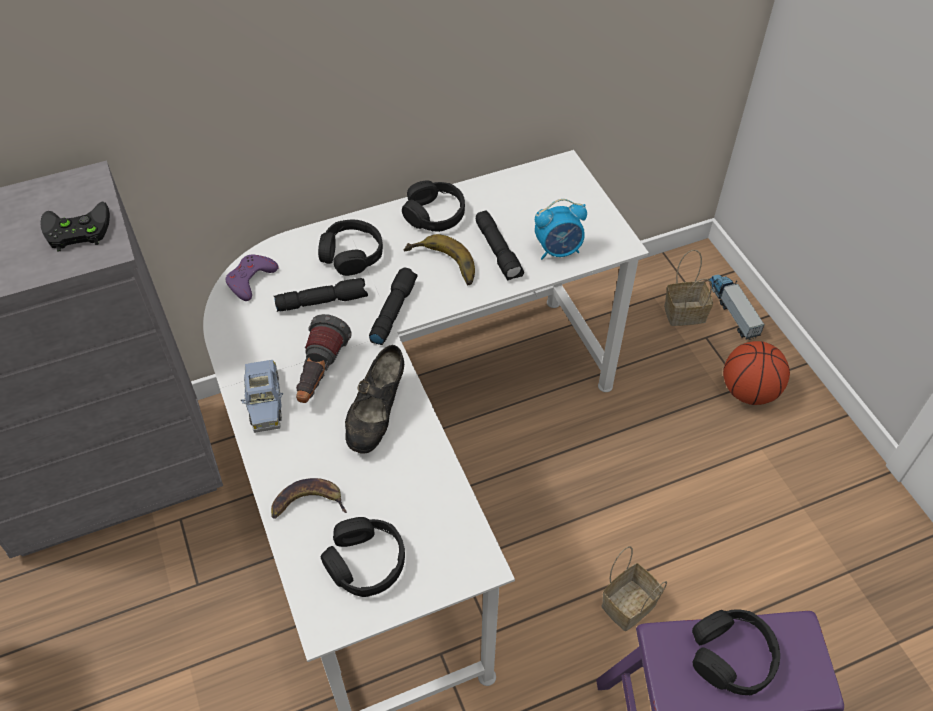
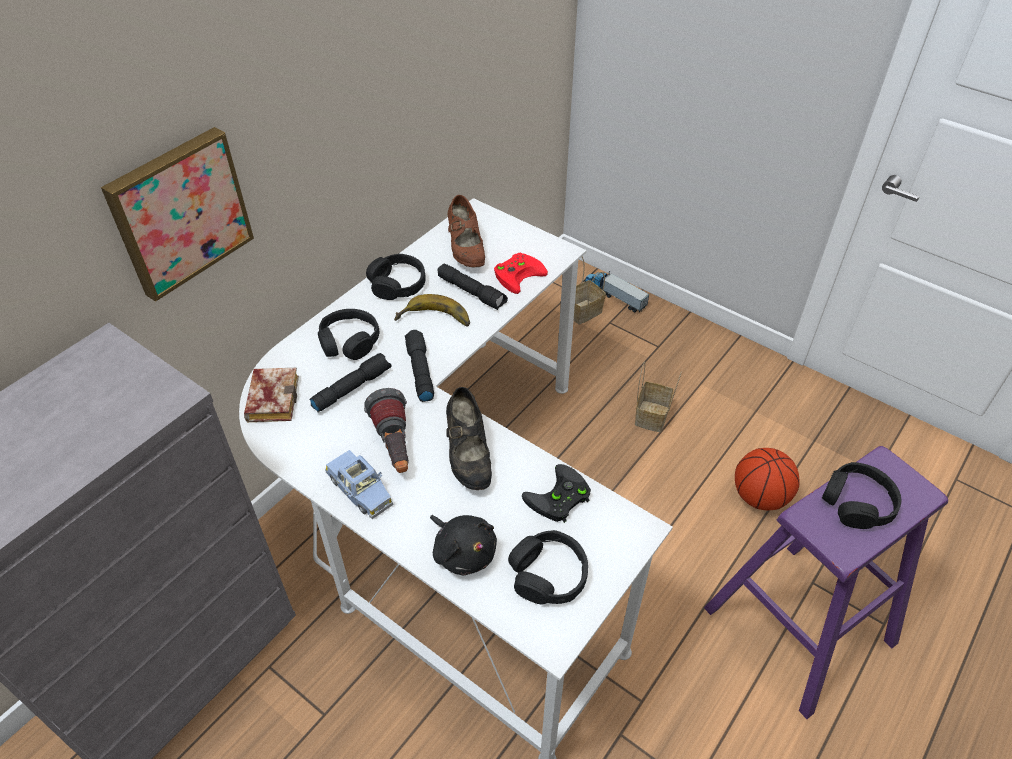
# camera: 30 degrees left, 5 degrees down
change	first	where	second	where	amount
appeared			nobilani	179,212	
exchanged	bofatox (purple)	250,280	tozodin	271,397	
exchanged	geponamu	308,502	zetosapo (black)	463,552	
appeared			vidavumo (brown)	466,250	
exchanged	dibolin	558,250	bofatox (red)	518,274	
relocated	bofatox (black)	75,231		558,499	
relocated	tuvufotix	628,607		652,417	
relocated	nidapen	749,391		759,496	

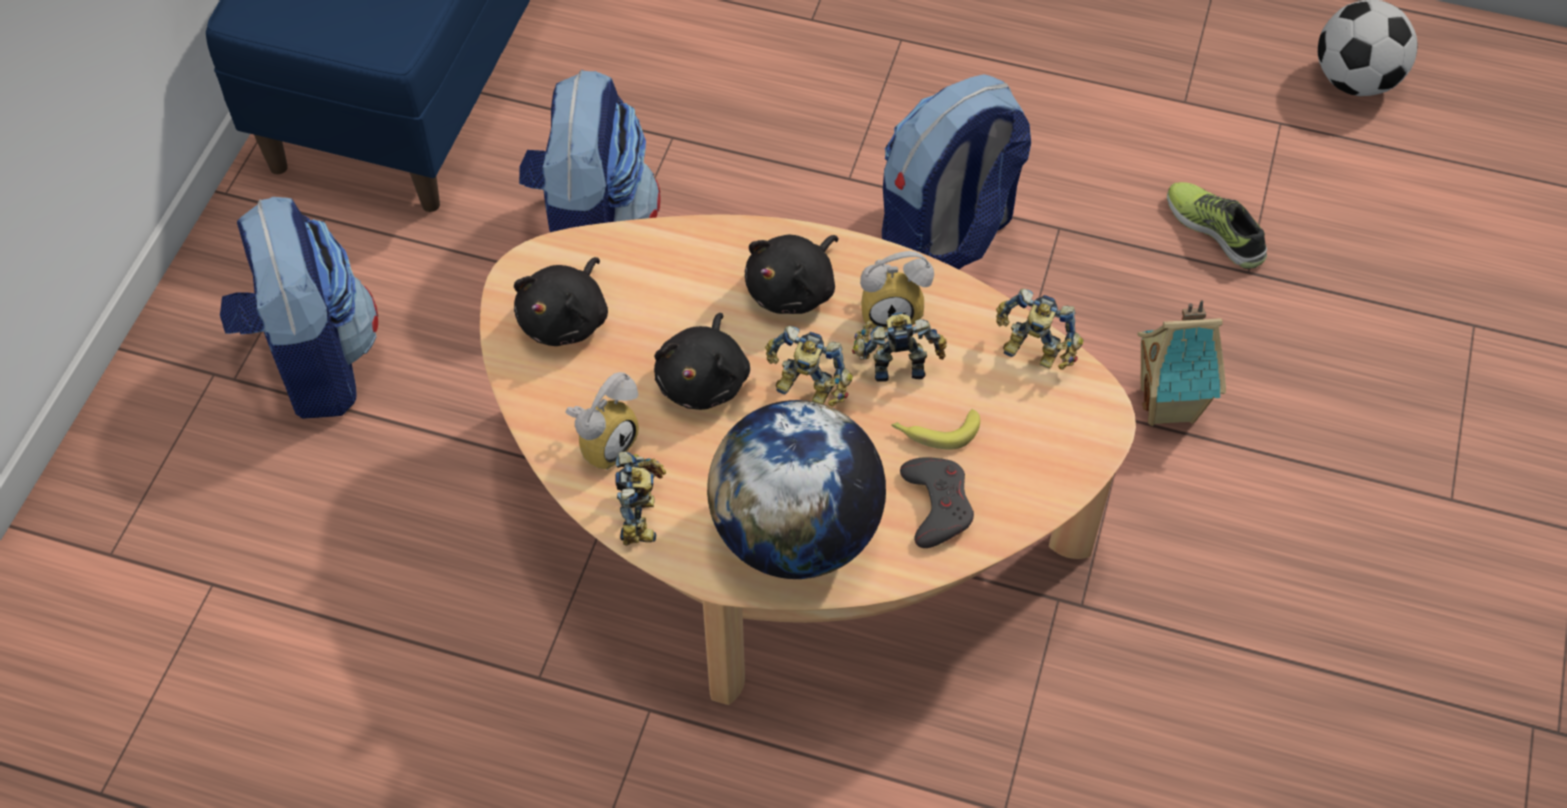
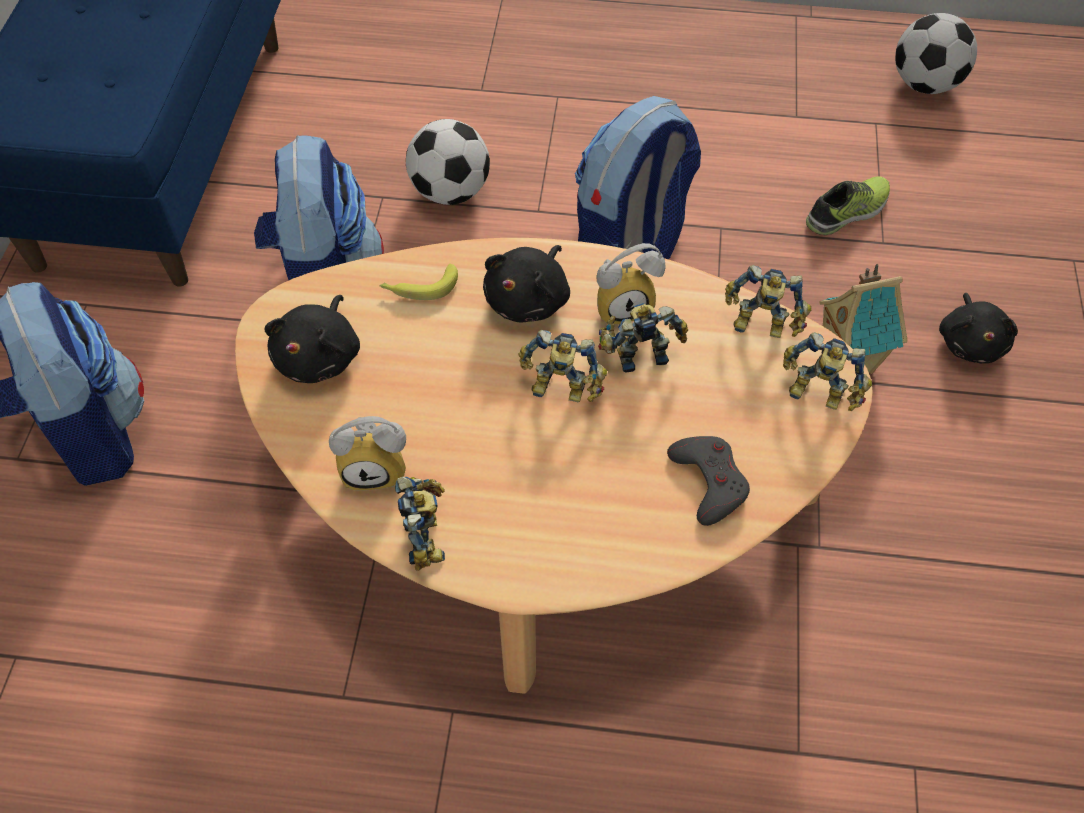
# camera: 10 degrees left, 0 degrees up
change	first	where	second	where	amount
spun	dibolin	604,441		376,467	60 degrees clockwise
relocated	geponamu	935,431		419,287	
appeared			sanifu	450,192	
appeared			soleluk	817,396	
spun	vidavumo	1216,229		848,212	105 degrees clockwise
relocated	zetosapo (black)	704,380		970,342	
missing	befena	796,534			

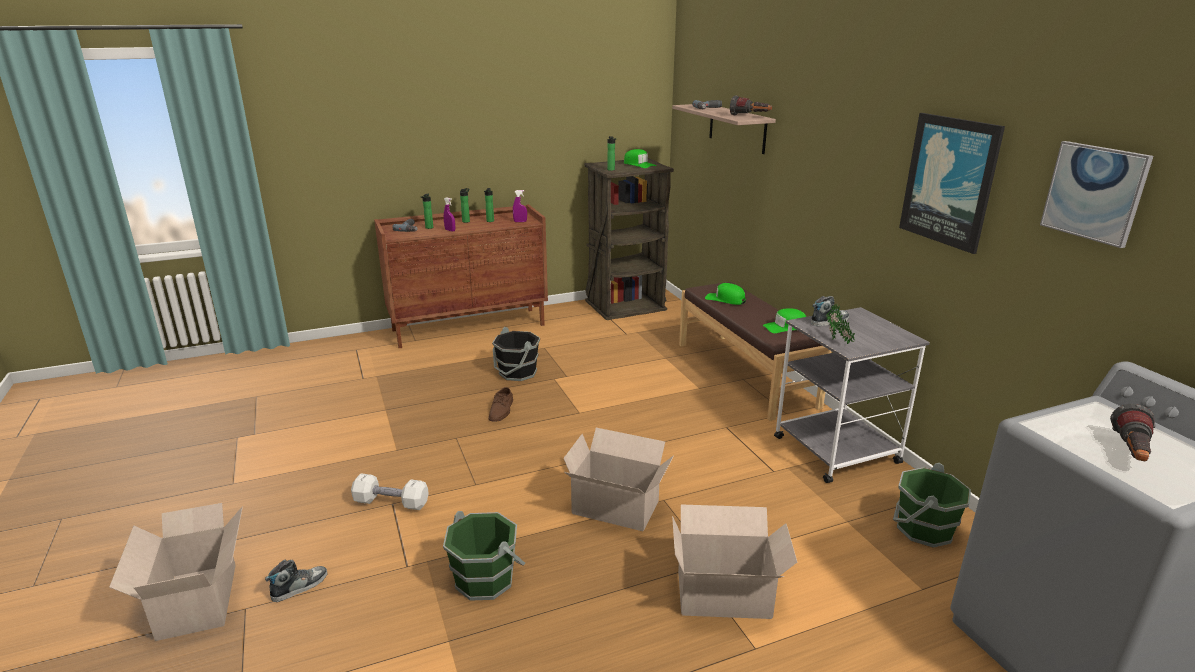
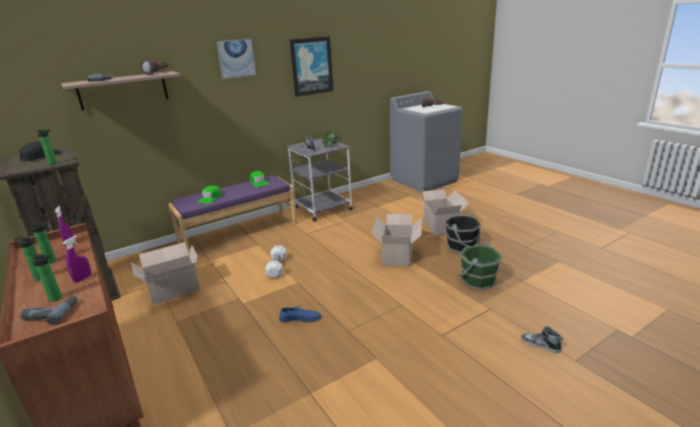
# camera: 100 degrees left, 0 degrees up
change	first	where	second	where	amount
colour	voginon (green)	639,164	voginon (black)	42,156	
relocated	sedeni	199,598		172,290	
colour	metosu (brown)	745,374	metosu (purple)	239,232	
relocated	nobilani	1094,192		236,58	
relocated	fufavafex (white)	391,502		277,268	
colour	vidavumo (brown)	501,410	vidavumo (blue)	300,318	
relocated	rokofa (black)	517,373		462,246	
missing	rokofa (green)	923,529			

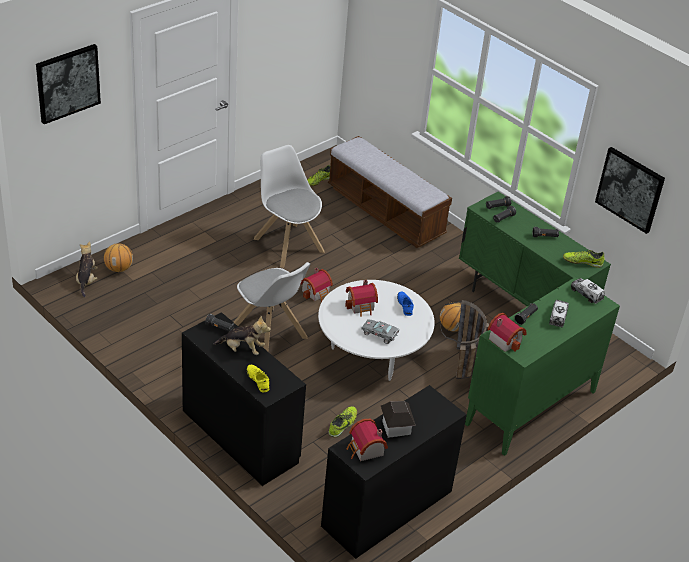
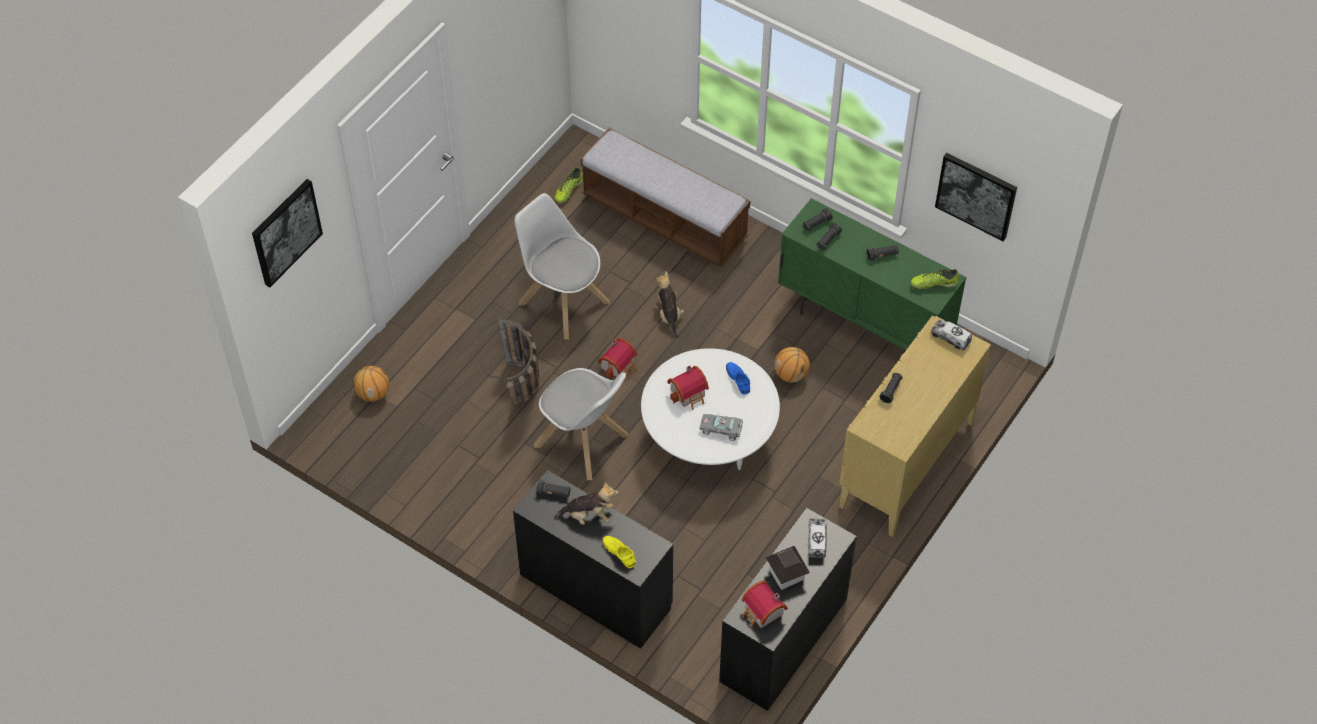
# camera: 10 degrees left, 15 degrees up
change	first	where	second	where	amount
relocated	tuvufotix	463,371		519,392	
relocated	zetosapo	86,280		669,315	
relocated	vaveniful	558,317		817,541	
colour	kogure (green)	529,407	kogure (beige)	904,464	
missing	vidavumo	343,424			
missing	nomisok	505,339			

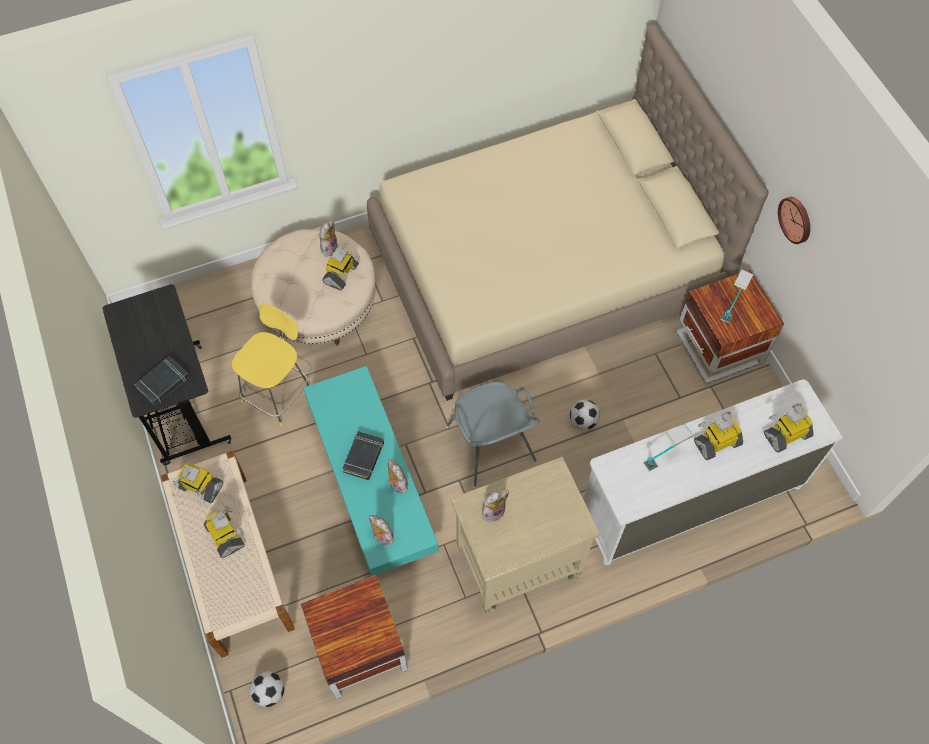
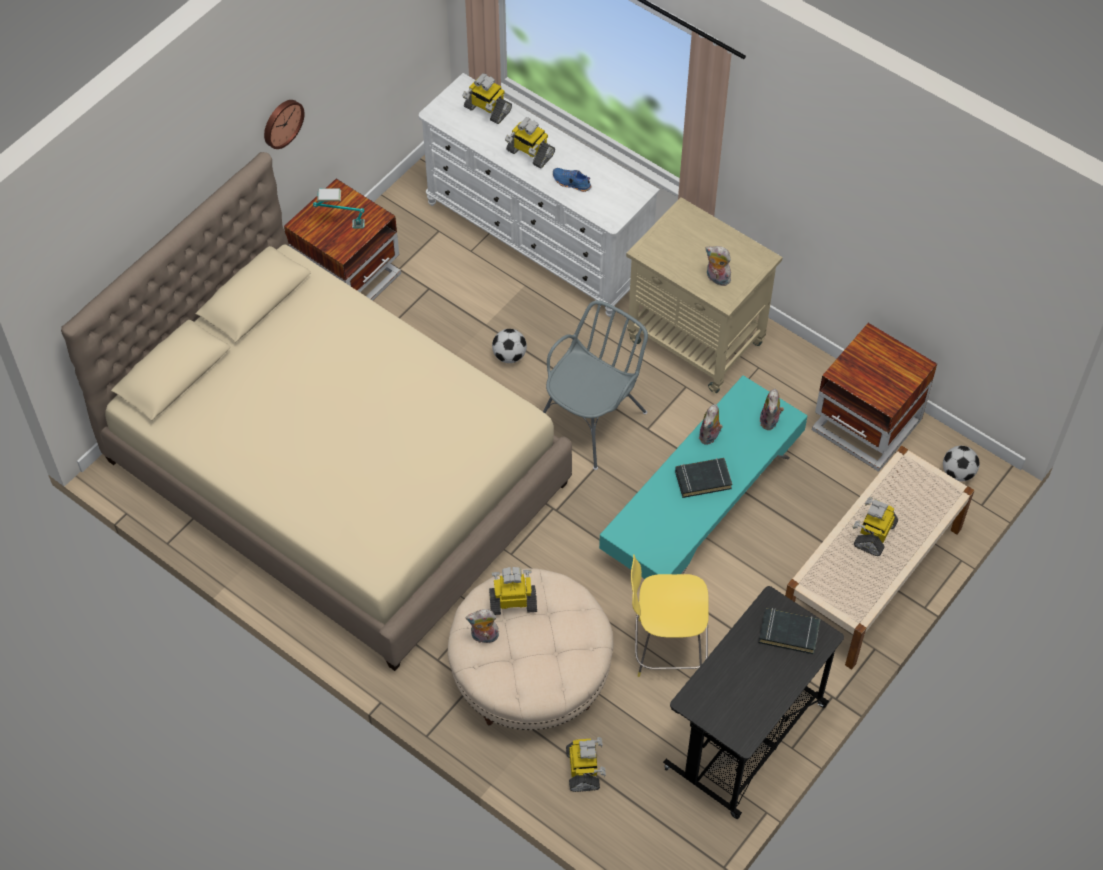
# camera: 120 degrees left, 5 degrees down
change	first	where	second	where	amount
exchanged	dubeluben	665,457	vidavumo (blue)	571,183	
relocated	soleluk	200,487		583,770	

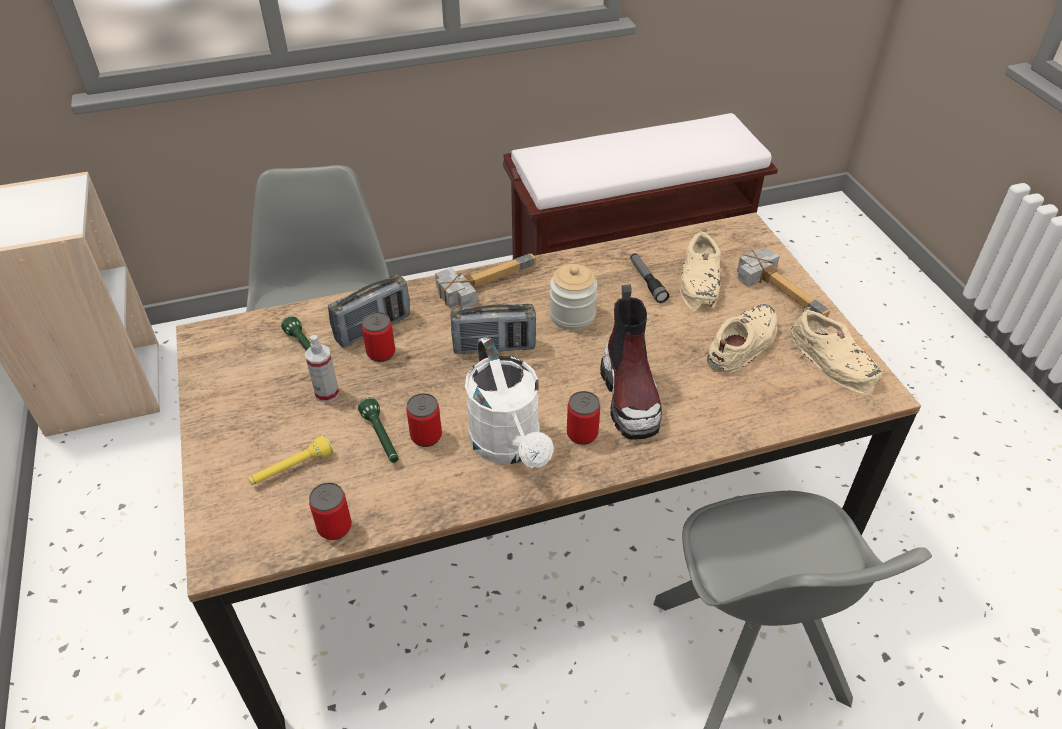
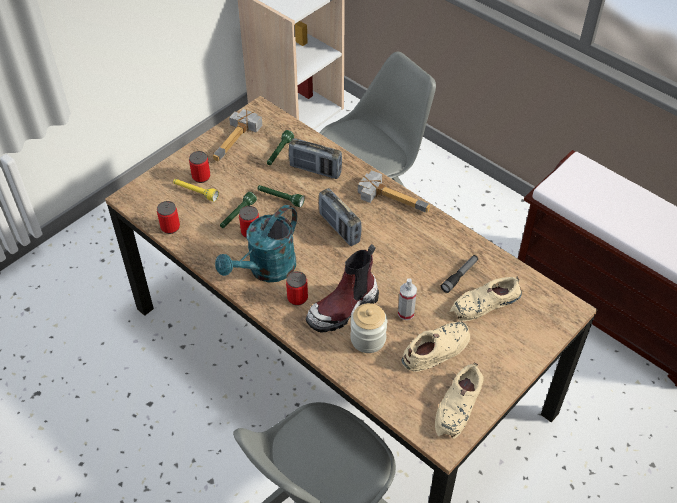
# camera: 60 degrees right, 5 degrees up
change	first	where	second	where	amount
relocated	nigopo	381,353		201,177	
relocated	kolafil	784,289		239,140	
colour	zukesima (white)	510,447	zukesima (turquoise)	266,270	
appeared			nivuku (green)	280,198	
relocated	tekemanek	572,316		368,339	
relocated	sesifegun	327,393		406,313	
spun	vidavumo (beige)	742,343		436,349	45 degrees counterclockwise

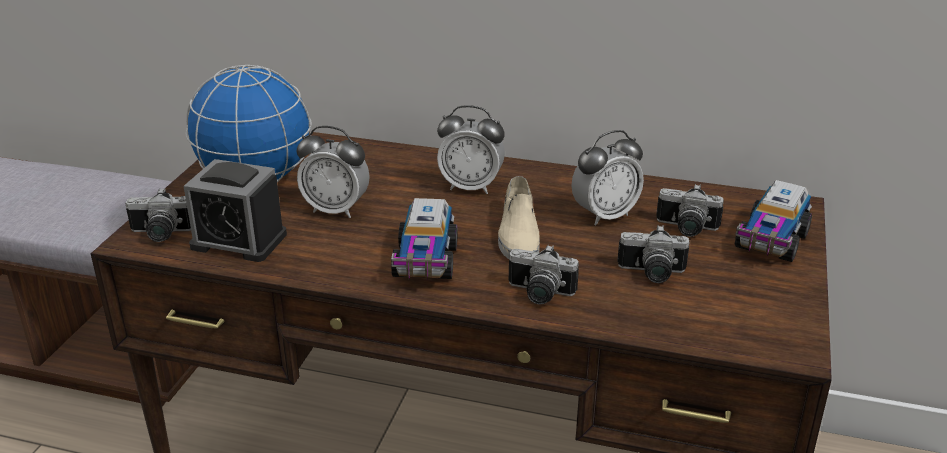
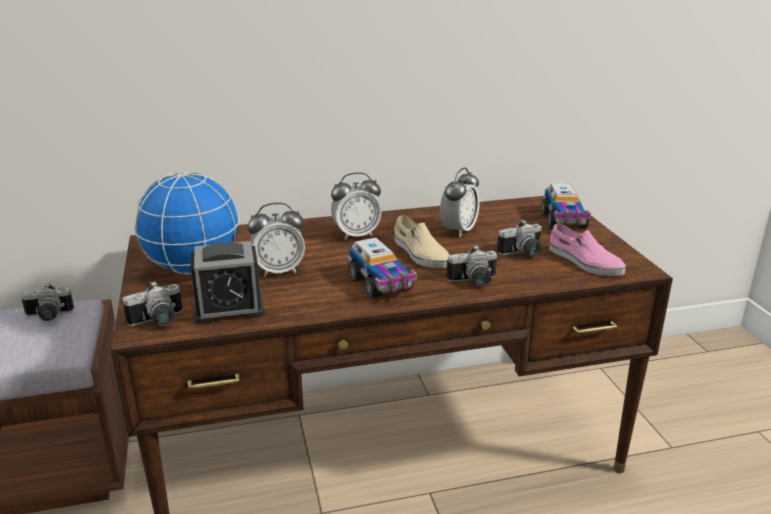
# camera: 30 degrees left, 5 degrees down
change	first	where	second	where	amount
relocated	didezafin	686,229		48,316	
appeared			vidavumo (pink)	584,261	

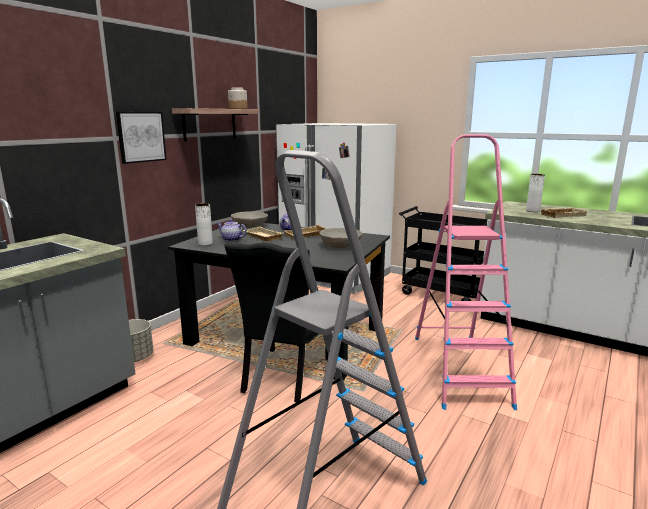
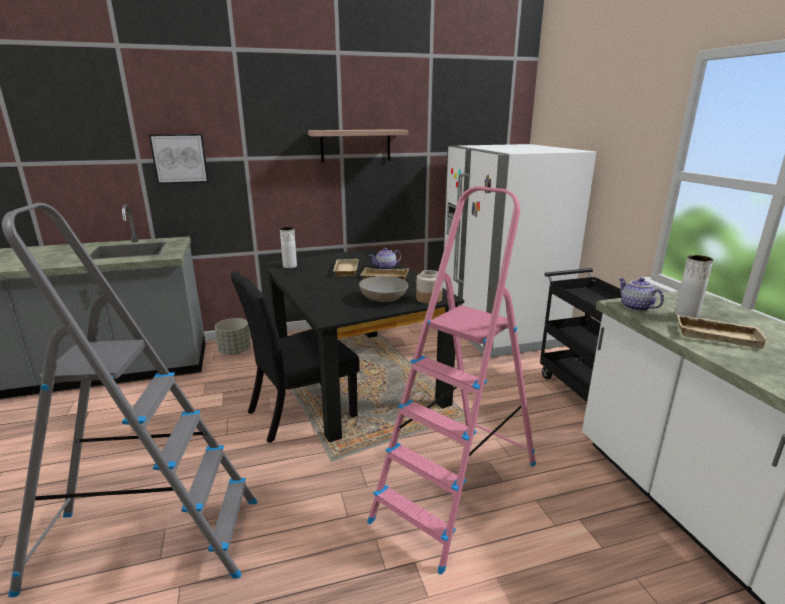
# camera: 40 degrees right, 5 degrees up
change	first	where	second	where	amount
relocated	nobilani	141,137		180,158	
relocated	tekemanek	238,109		428,299	
relocated	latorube	231,239		635,307	
missing	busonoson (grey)	250,226			

